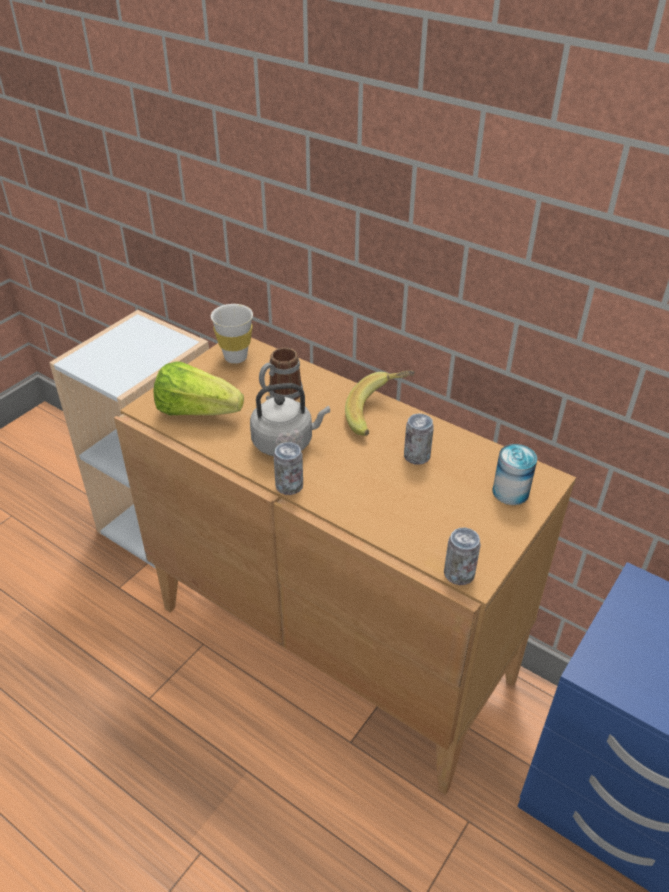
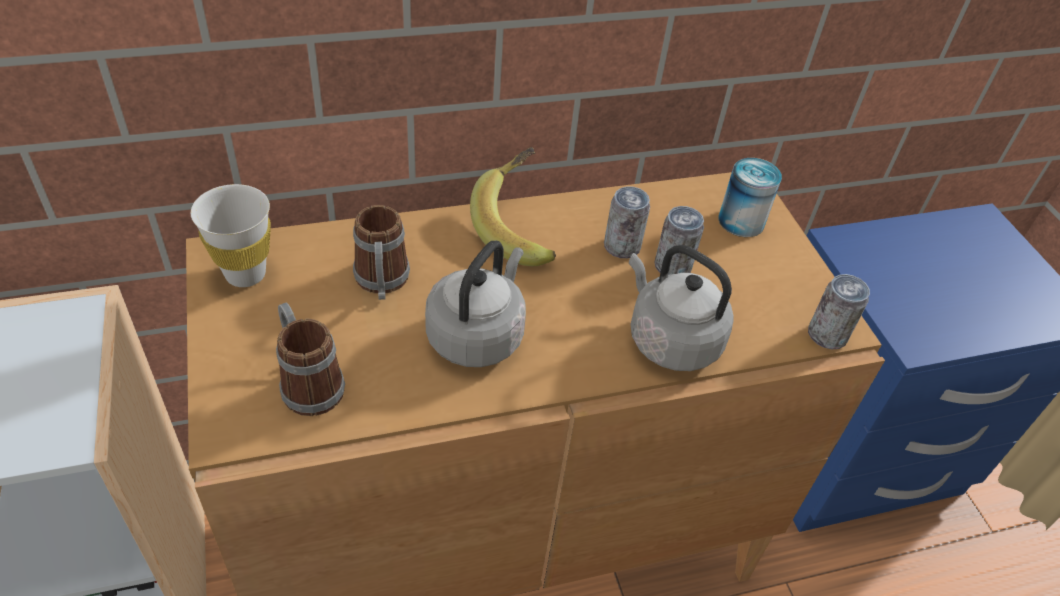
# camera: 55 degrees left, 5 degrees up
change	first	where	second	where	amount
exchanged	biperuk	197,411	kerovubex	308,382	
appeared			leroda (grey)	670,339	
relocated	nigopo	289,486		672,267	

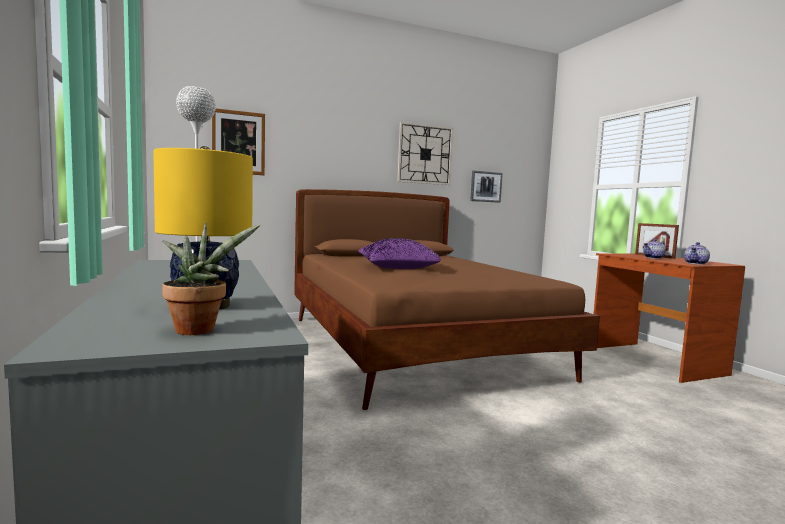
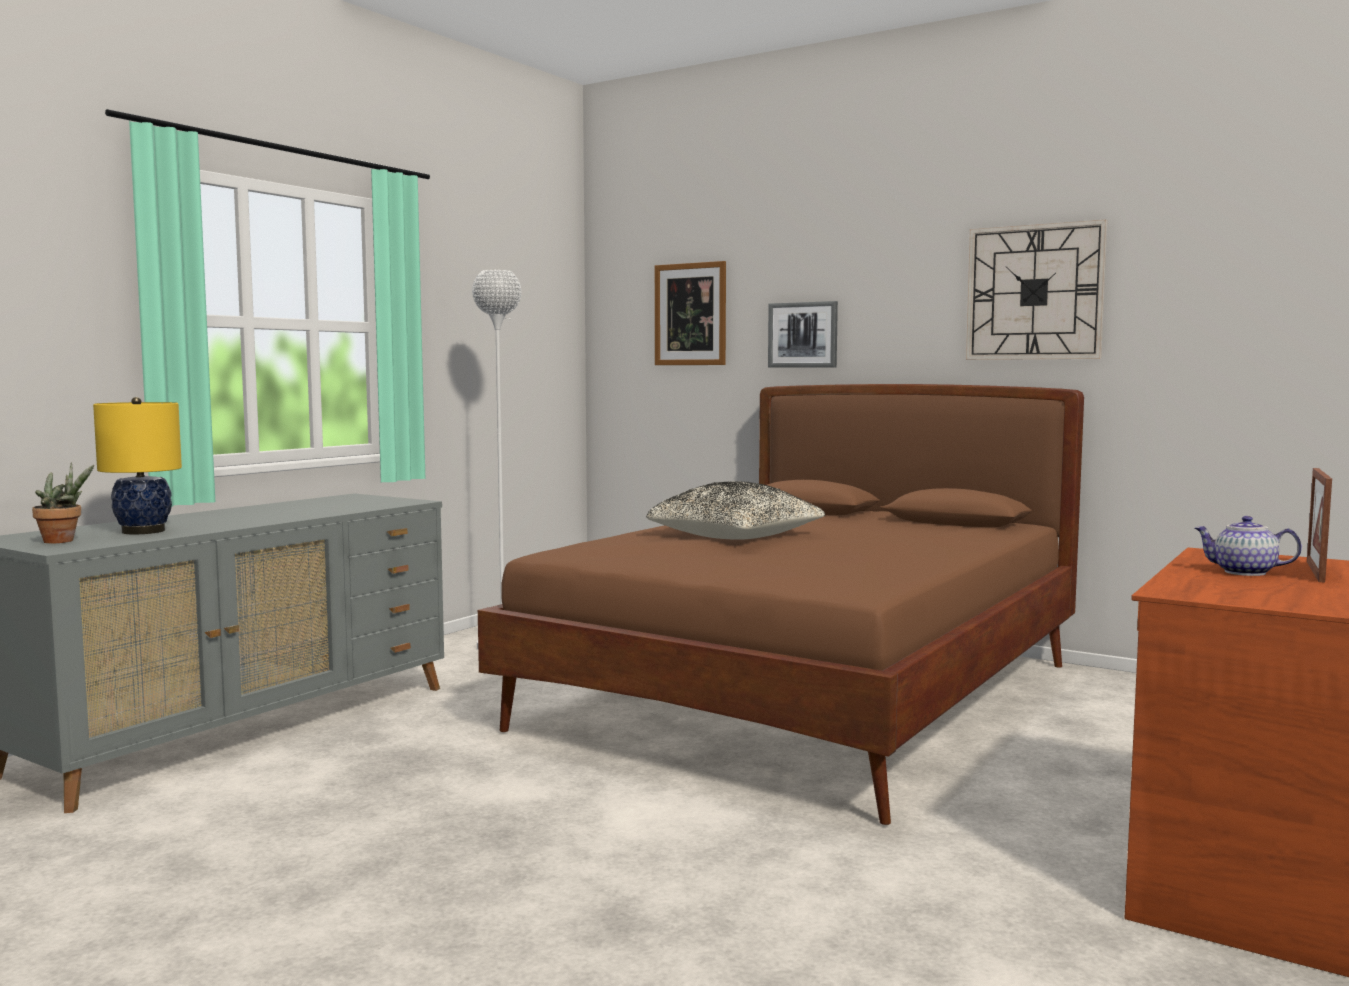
# camera: 55 degrees right, 0 degrees up
change	first	where	second	where	amount
colour	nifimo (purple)	398,267	nifimo (beige)	735,535	
relocated	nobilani	486,186		803,335	
missing	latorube	696,263			

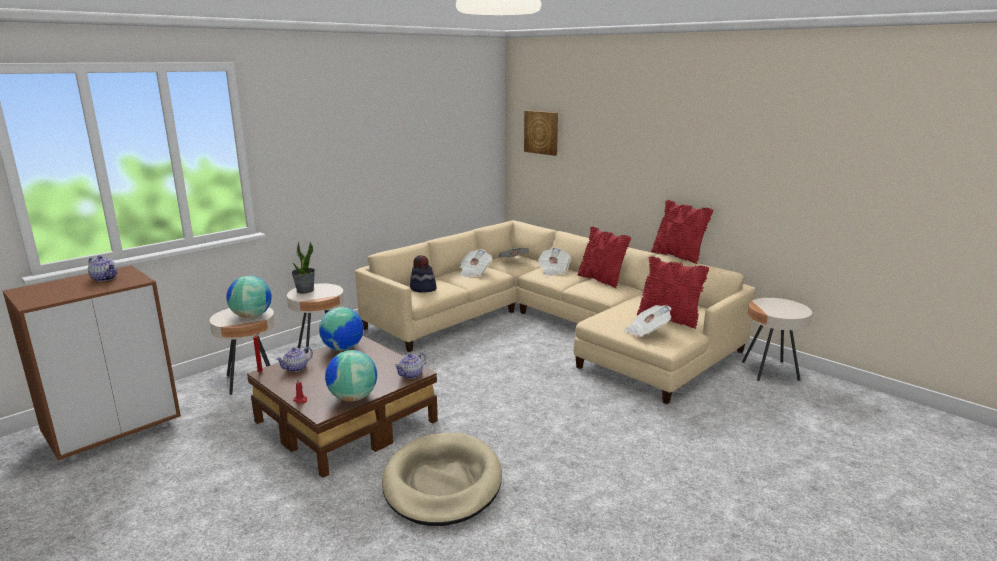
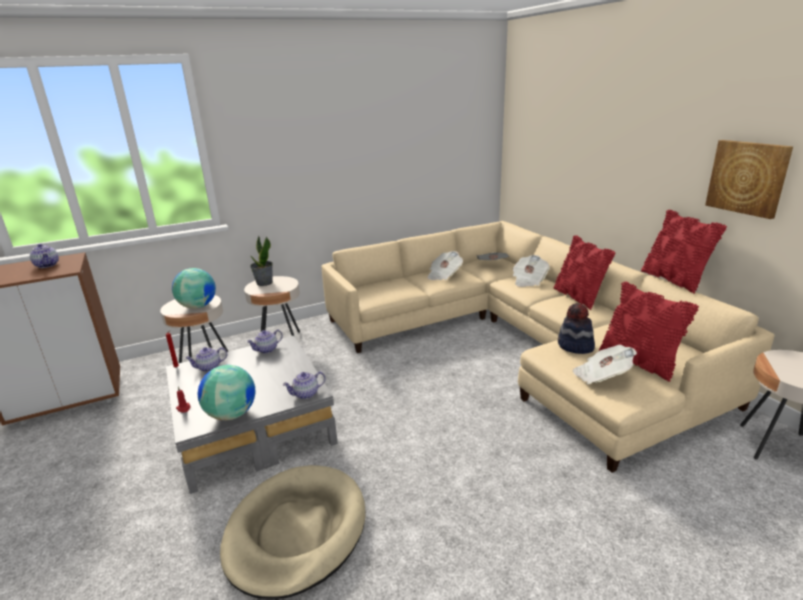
# camera: 20 degrees right, 5 degrees up
change	first	where	second	where	amount
colour	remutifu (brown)	347,421	remutifu (grey)	254,426	
exchanged	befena	343,348	latorube	266,350	
relocated	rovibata	423,289		575,346	
relocated	nobilani	541,132		747,178	

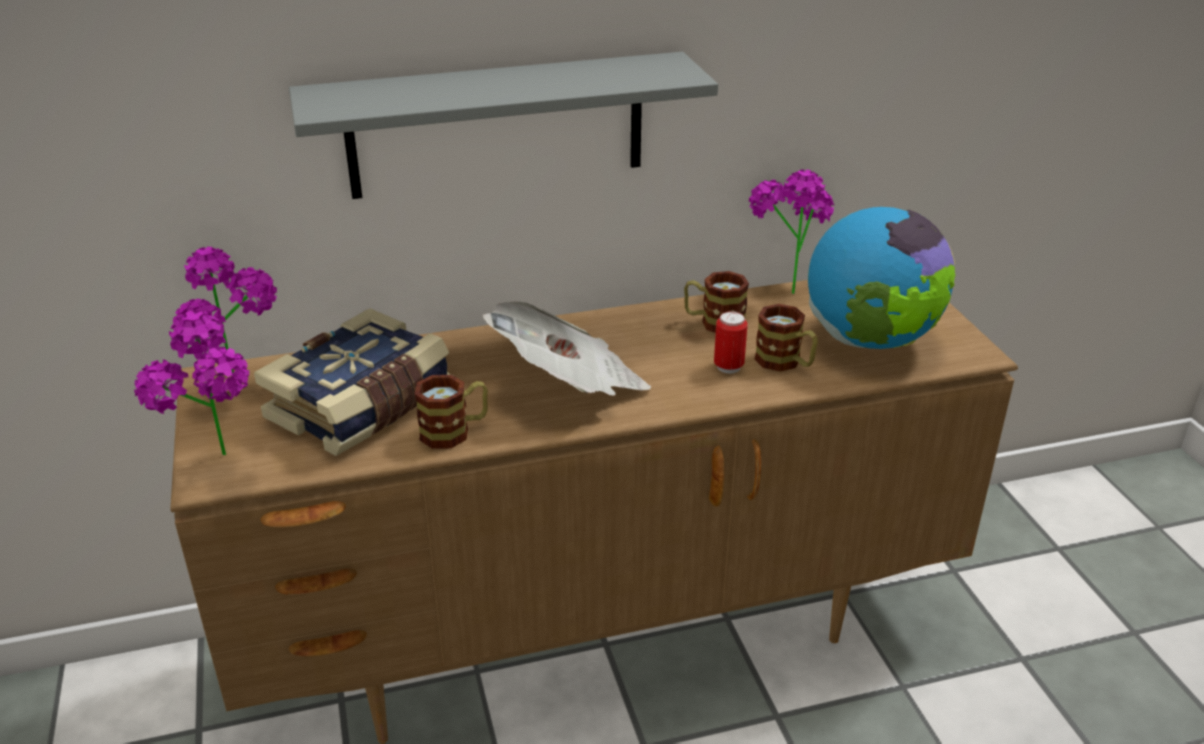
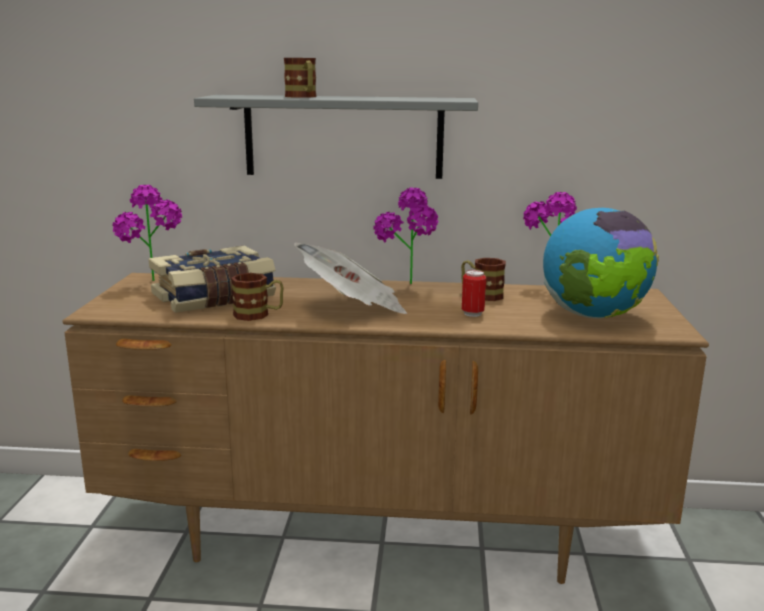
# camera: 20 degrees right, 15 degrees down
change	first	where	second	where	amount
relocated	kerovubex	785,363		303,97	
relocated	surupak	219,467		407,287	

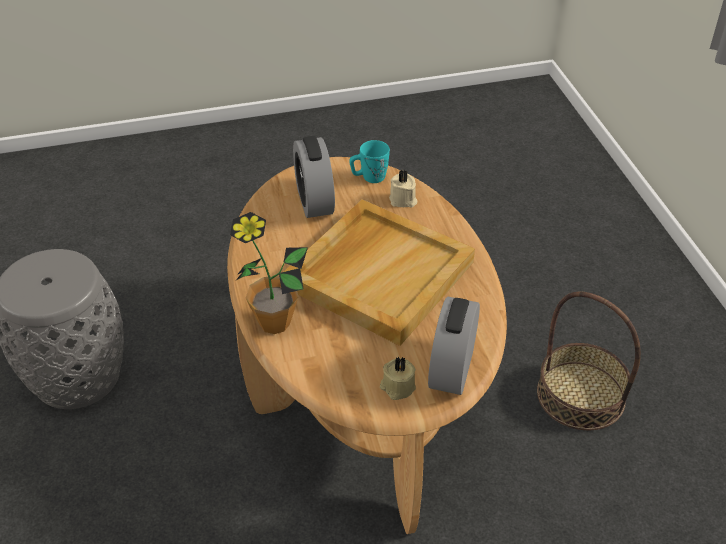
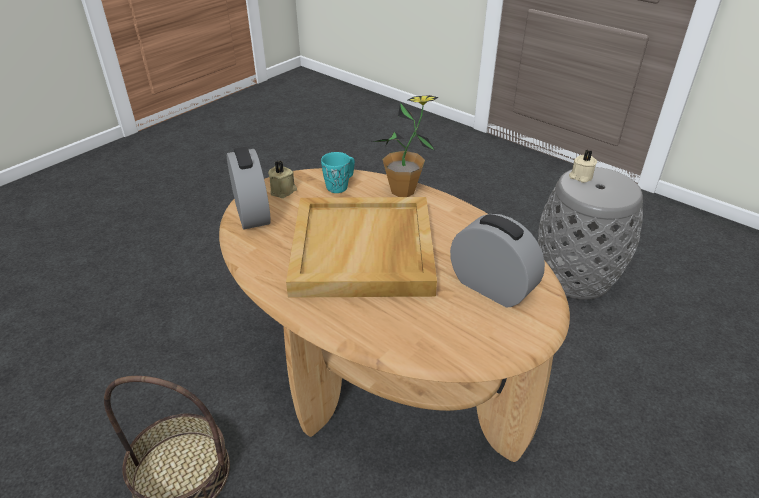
# camera: 145 degrees right, 5 degrees down
change	first	where	second	where	amount
relocated	kerovubex (turquoise)	369,177		340,186	
relocated	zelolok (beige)	403,200		580,177	

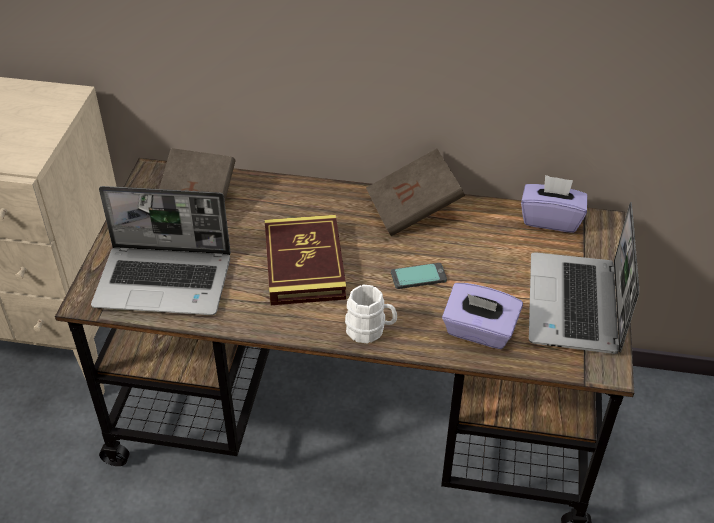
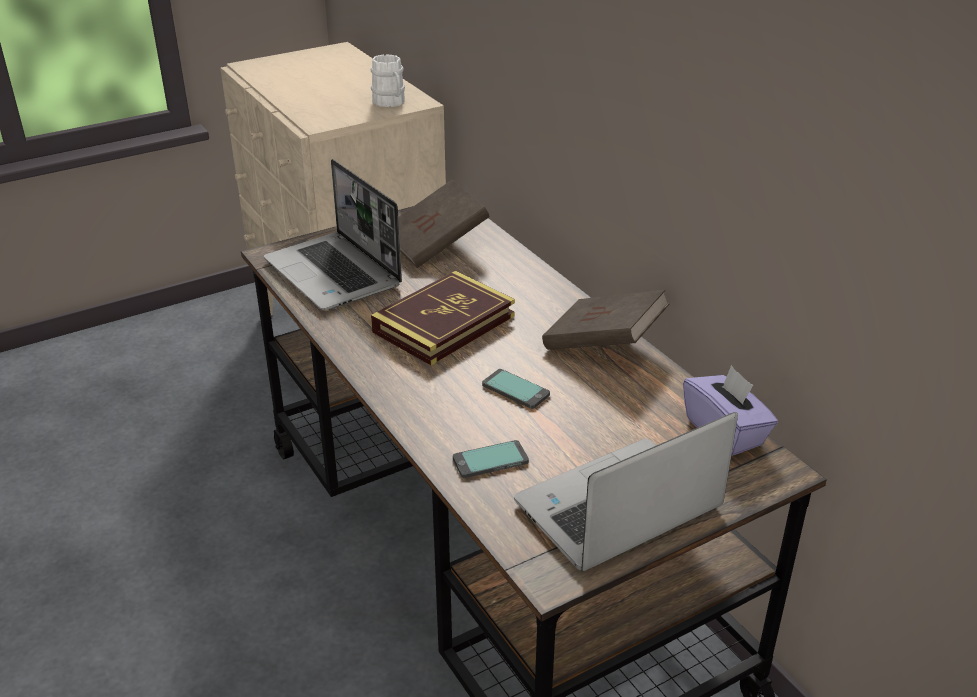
# camera: 50 degrees right, 10 degrees down
change	first	where	second	where	amount
relocated	kerovubex (white)	370,330		390,103	
exchanged	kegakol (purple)	479,331	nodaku	490,461	

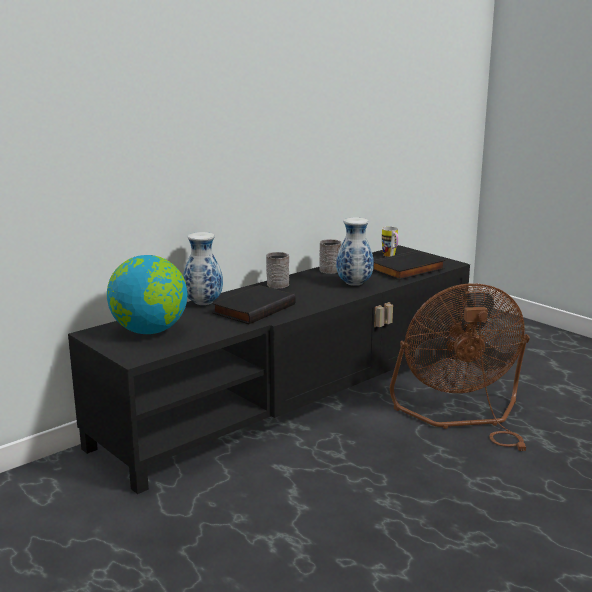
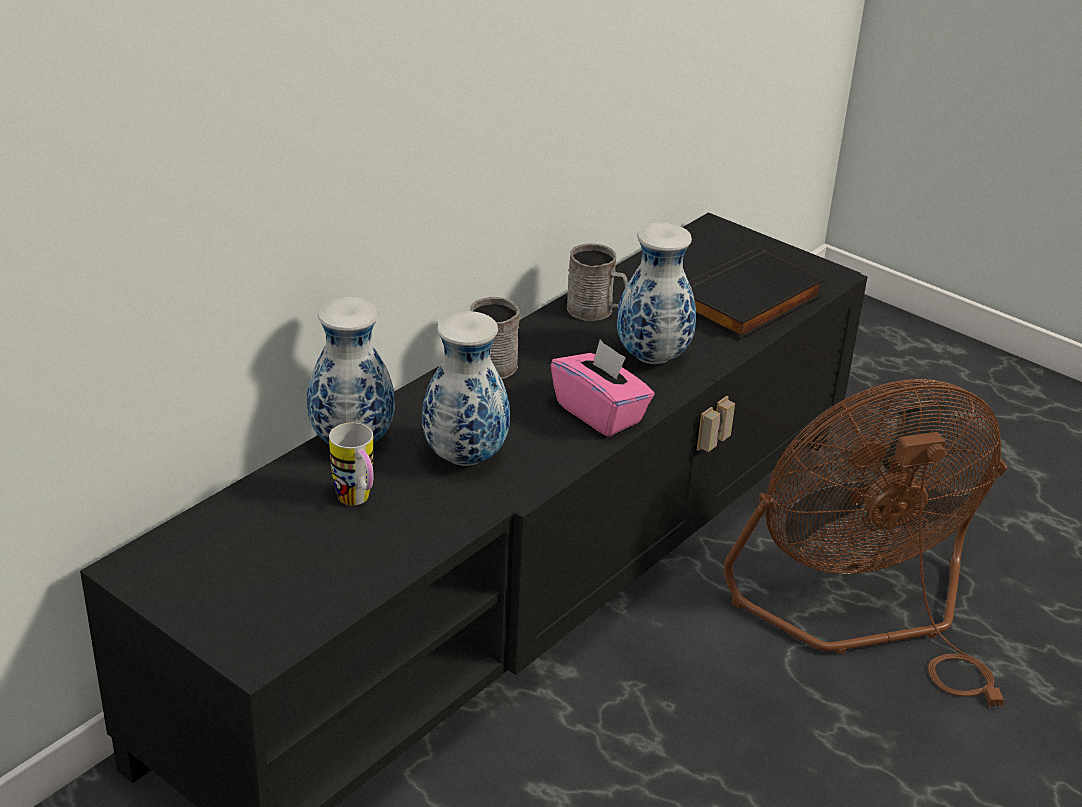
# camera: 10 degrees left, 15 degrees up
change	first	where	second	where	amount
relocated	kerovubex	390,256		357,502	
exchanged	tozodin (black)	253,308	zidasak	464,456	
appeared			kegakol (pink)	600,413	
missing	befena	150,331			

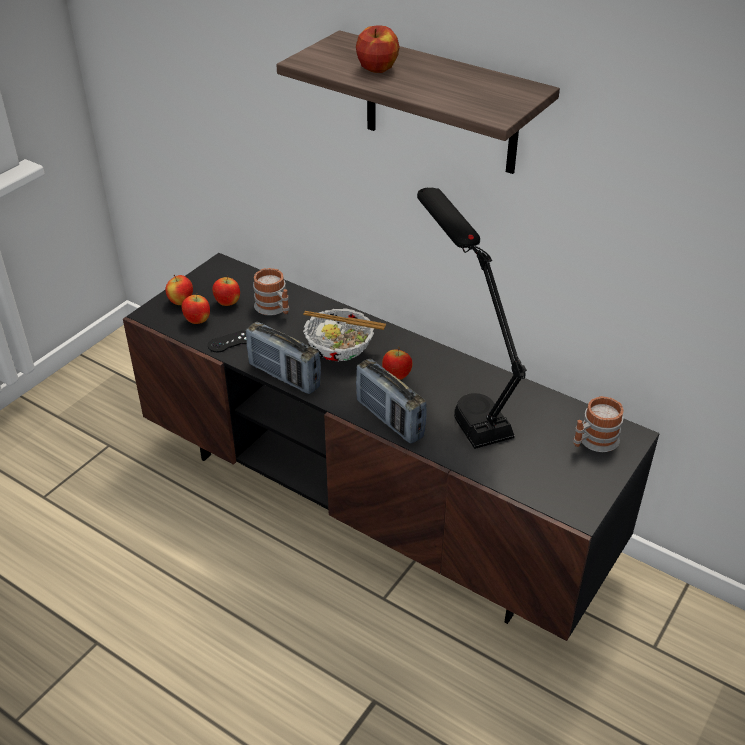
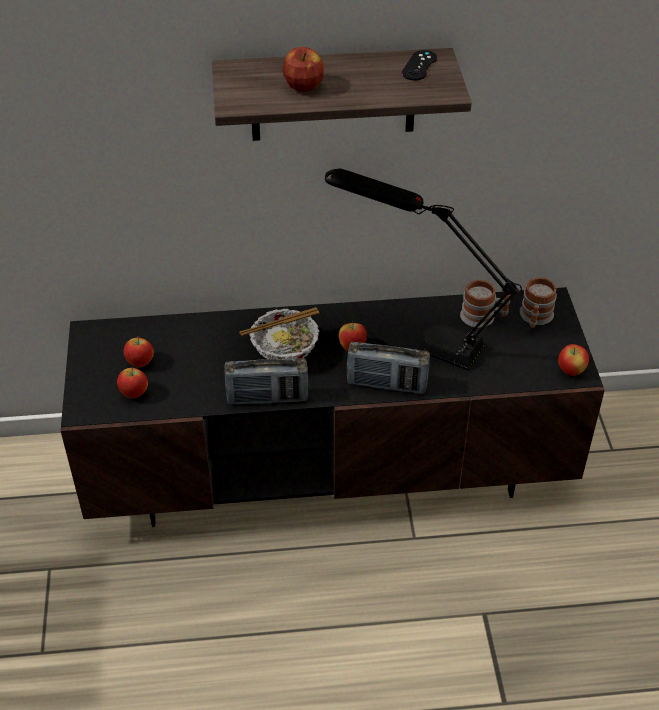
# camera: 40 degrees left, 5 degrees up
change	first	where	second	where	amount
relocated	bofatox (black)	231,341		419,66	
relocated	kerovubex	274,308		483,317	
relocated	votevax	181,302		571,371	

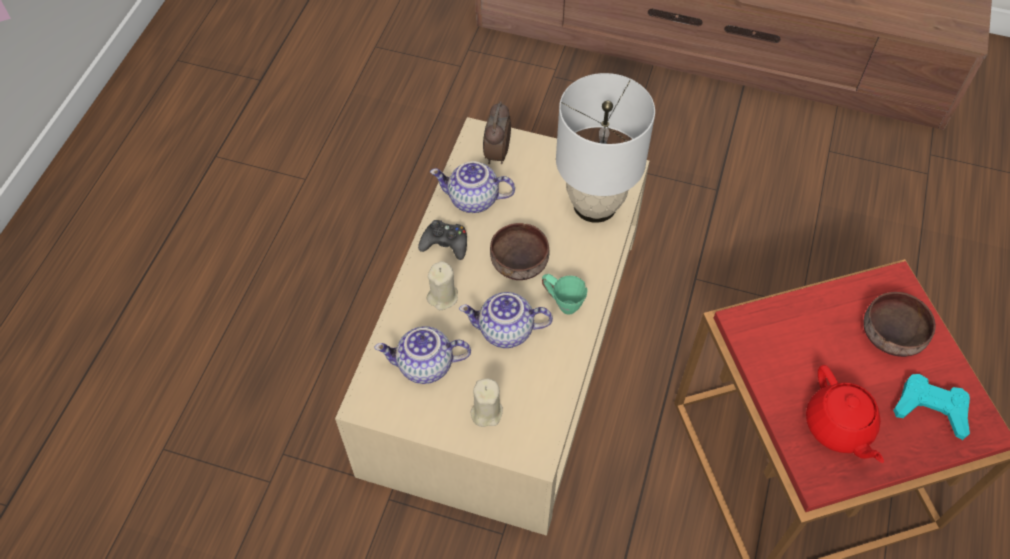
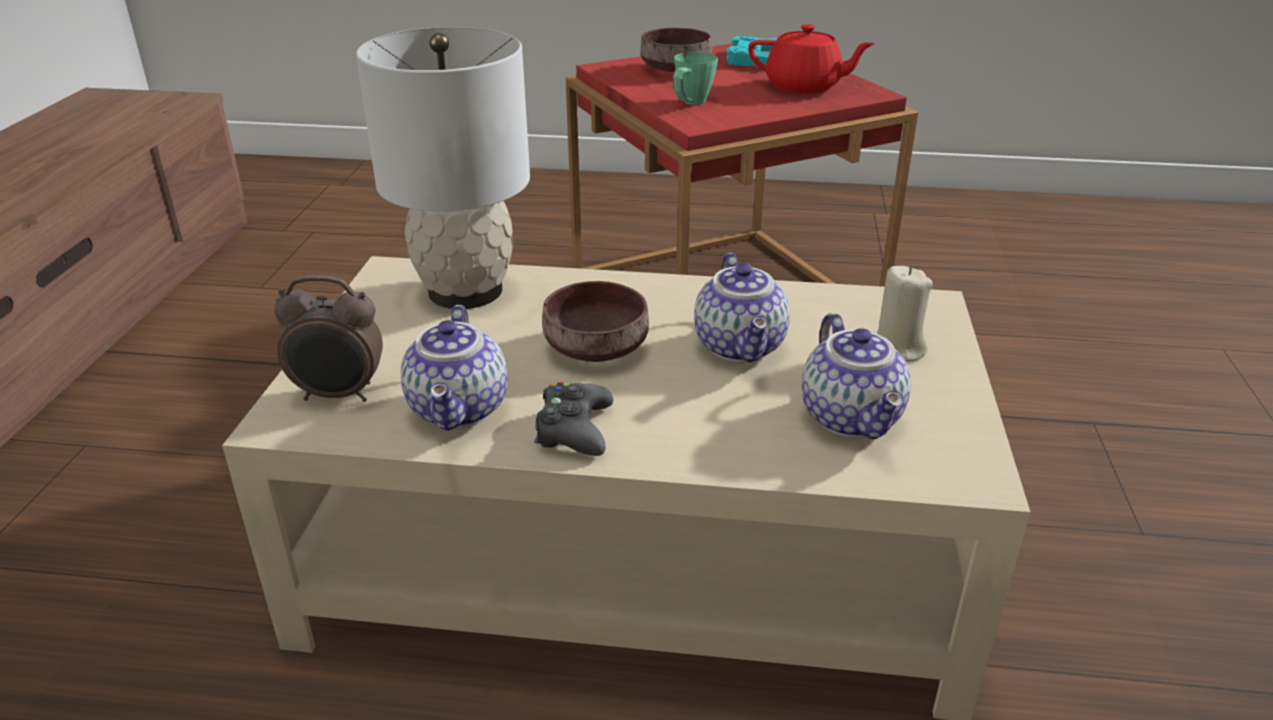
# camera: 100 degrees left, 25 degrees down
change	first	where	second	where	amount
relocated	kerovubex (green)	562,303		690,104	
spun	latorube (red)	838,427		804,86	45 degrees clockwise
missing	zelolok (beige)	443,296			

